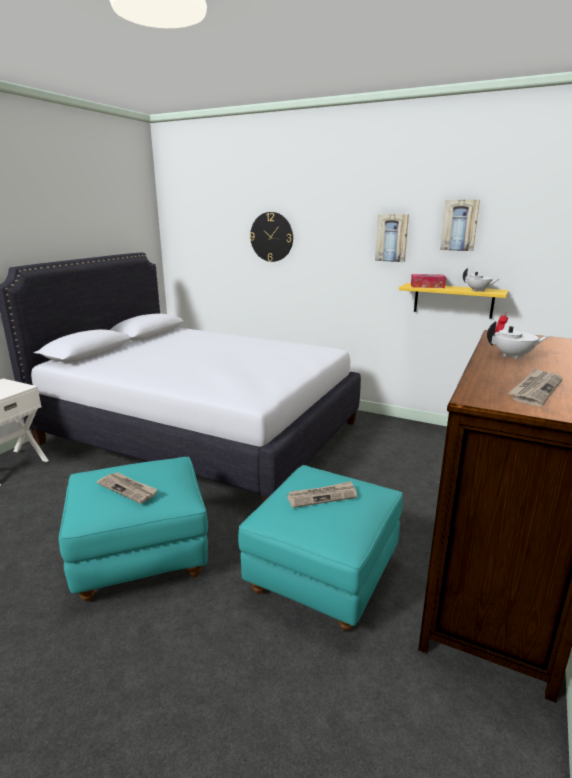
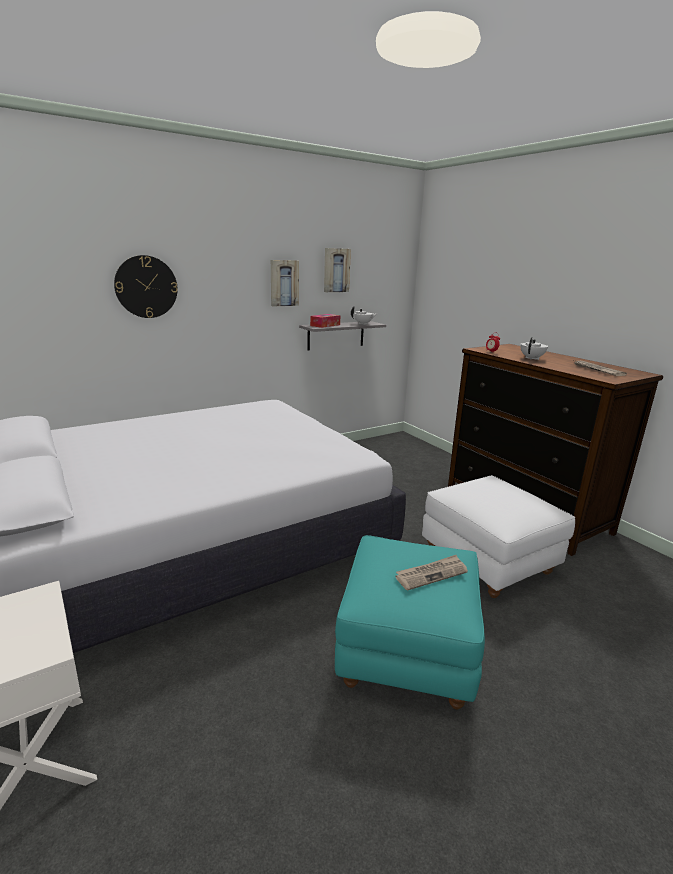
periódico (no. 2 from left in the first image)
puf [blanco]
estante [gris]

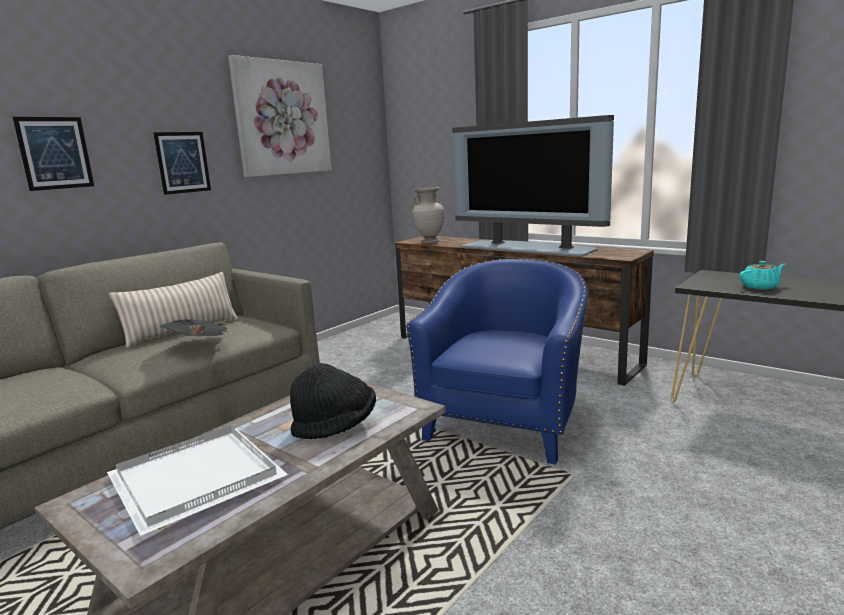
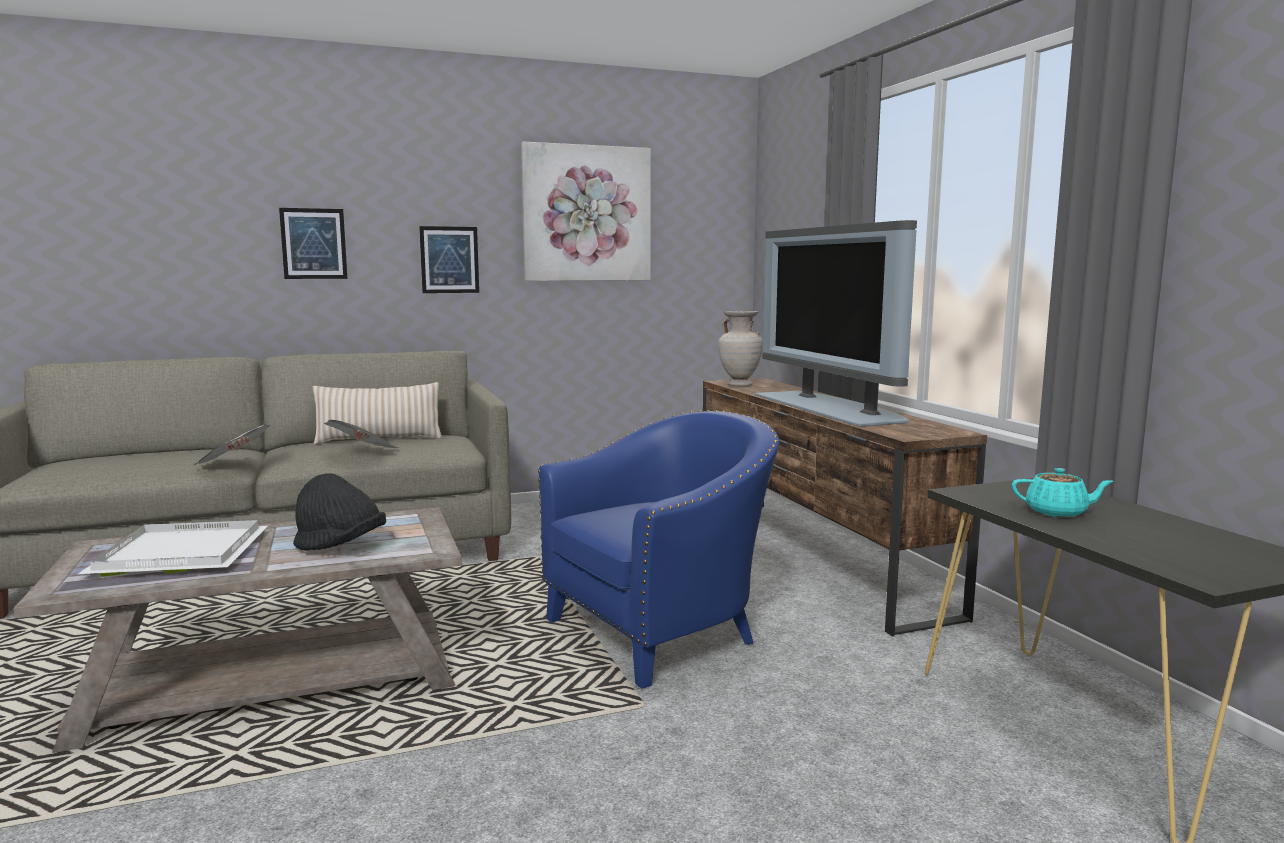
periódico (no. 1 from left)

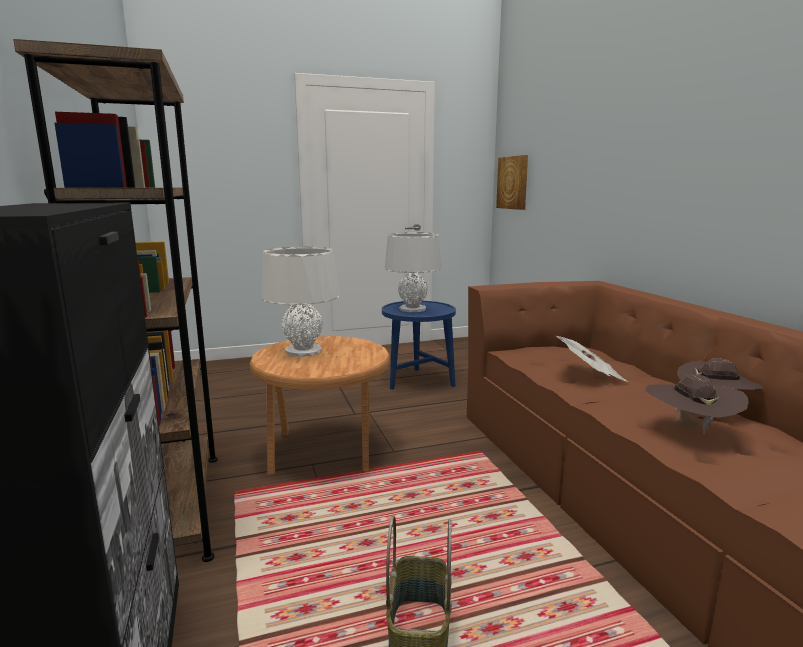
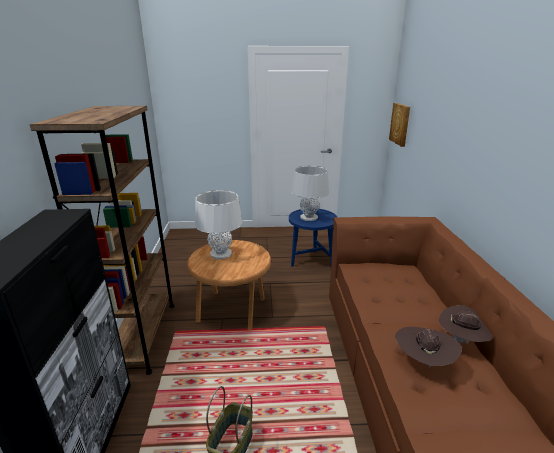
periódico

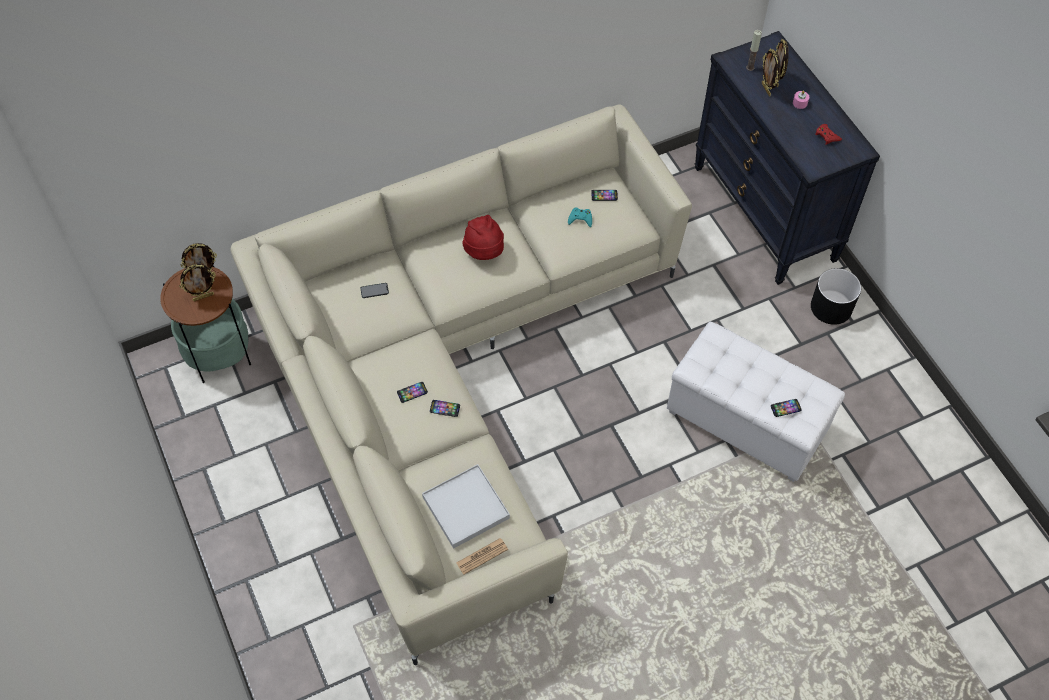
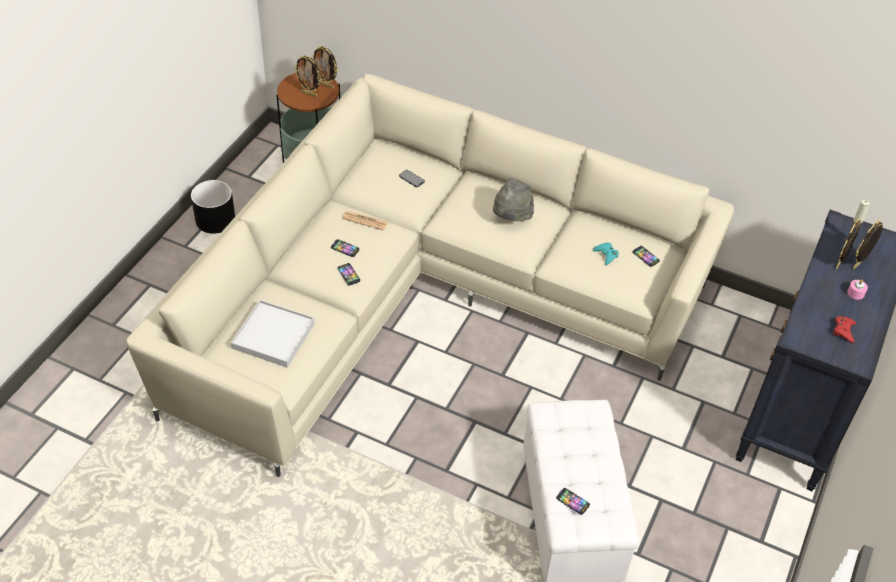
periódico
maceta [negro]
sombrero [gris]

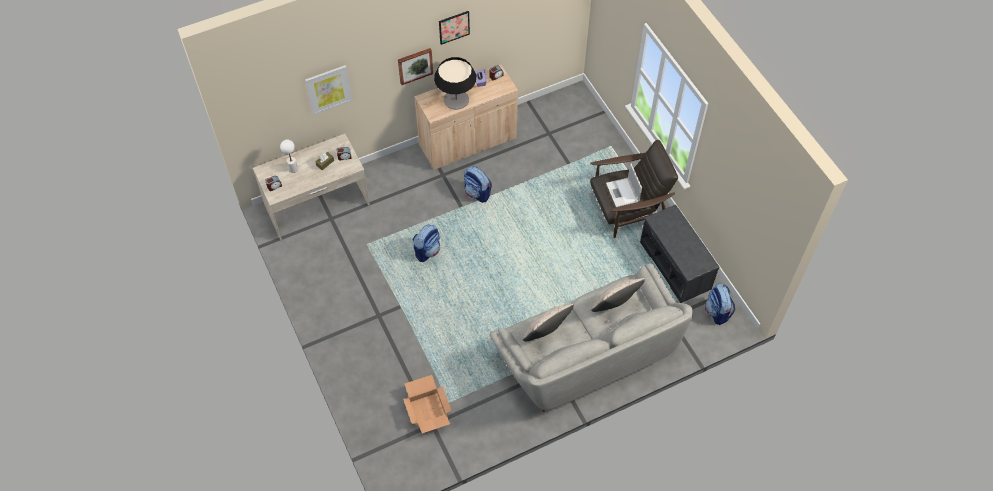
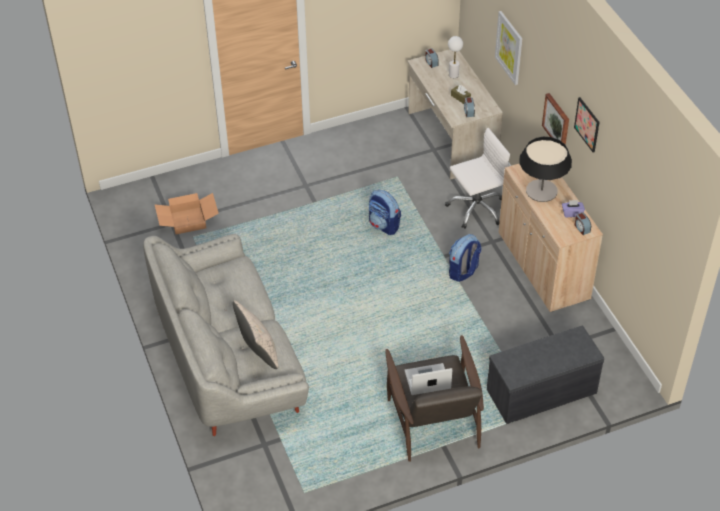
cojín [beis] (no. 1 from left in the first image)
mochila (no. 3 from left in the first image)
silla de oficina [blanco]
banco [gris]

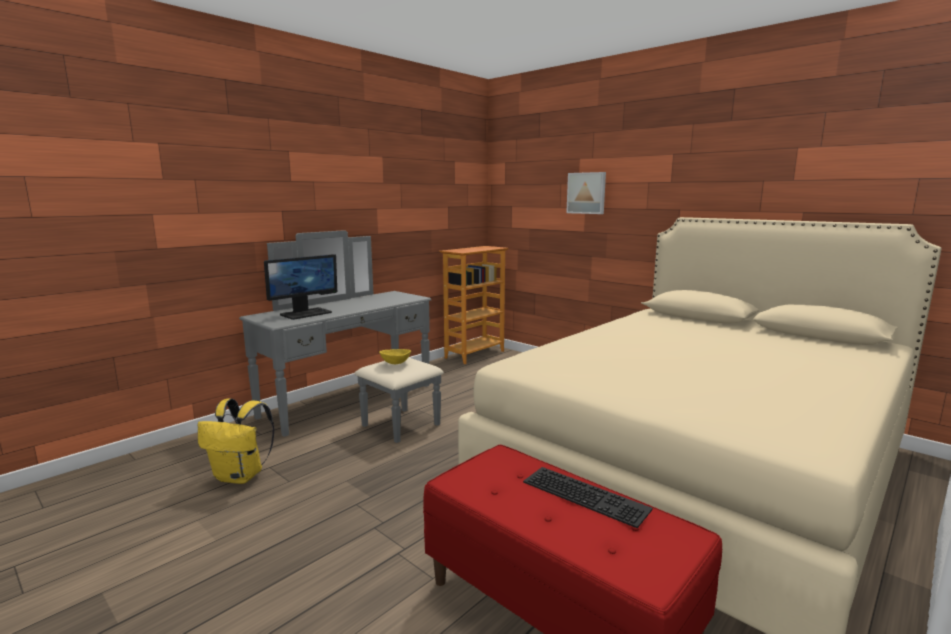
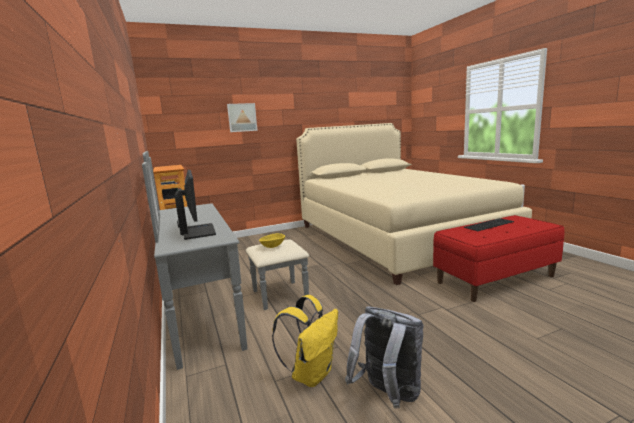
mochila [gris]

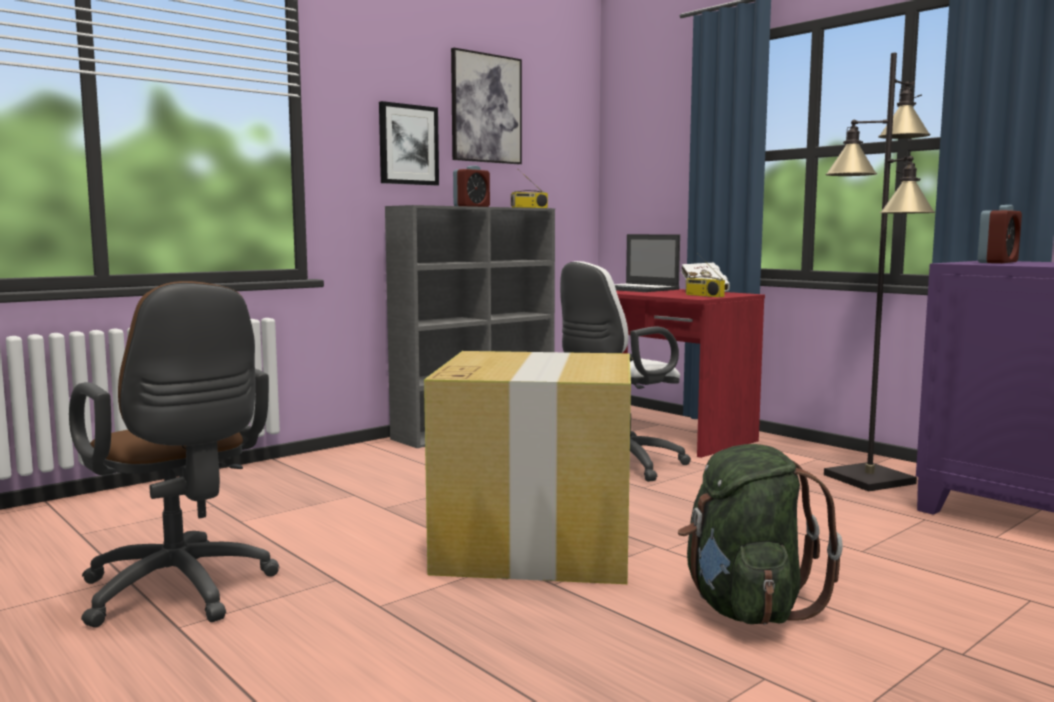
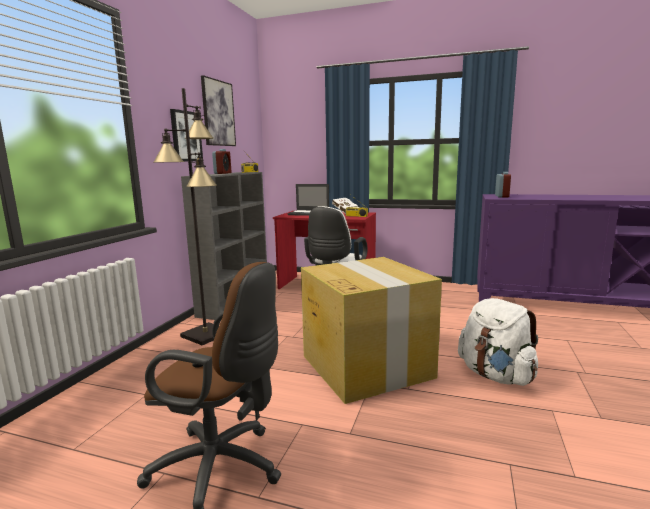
lámpara de pie [negro]
mochila [blanco]

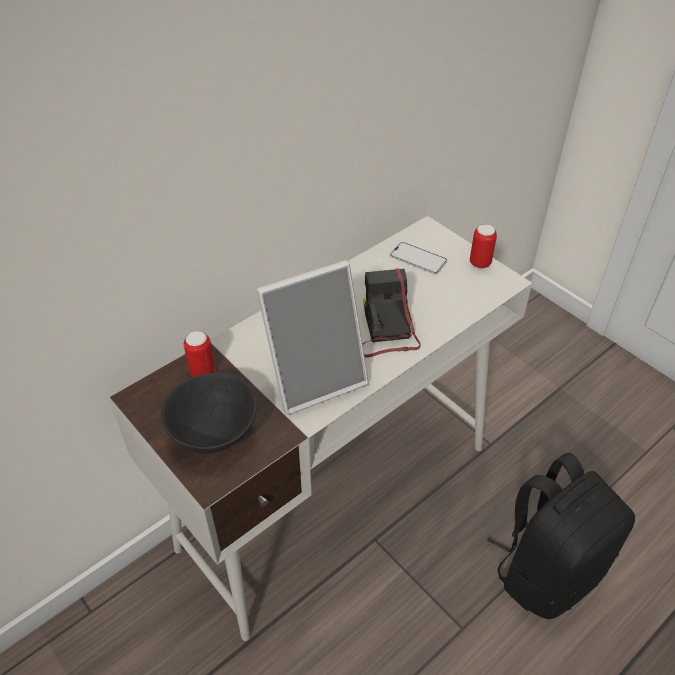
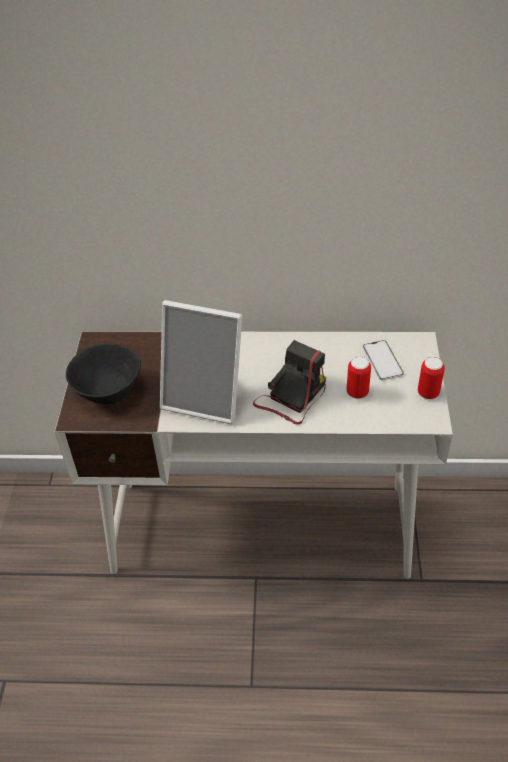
mochila [negro]
lata (no. 1 from left)

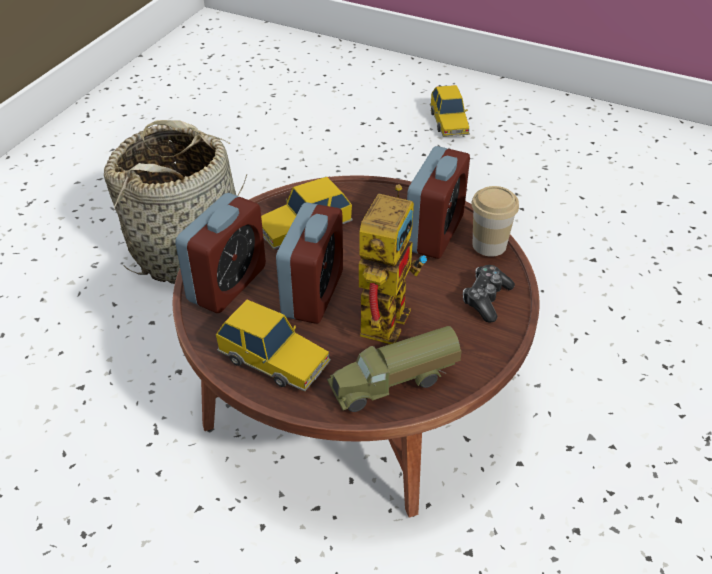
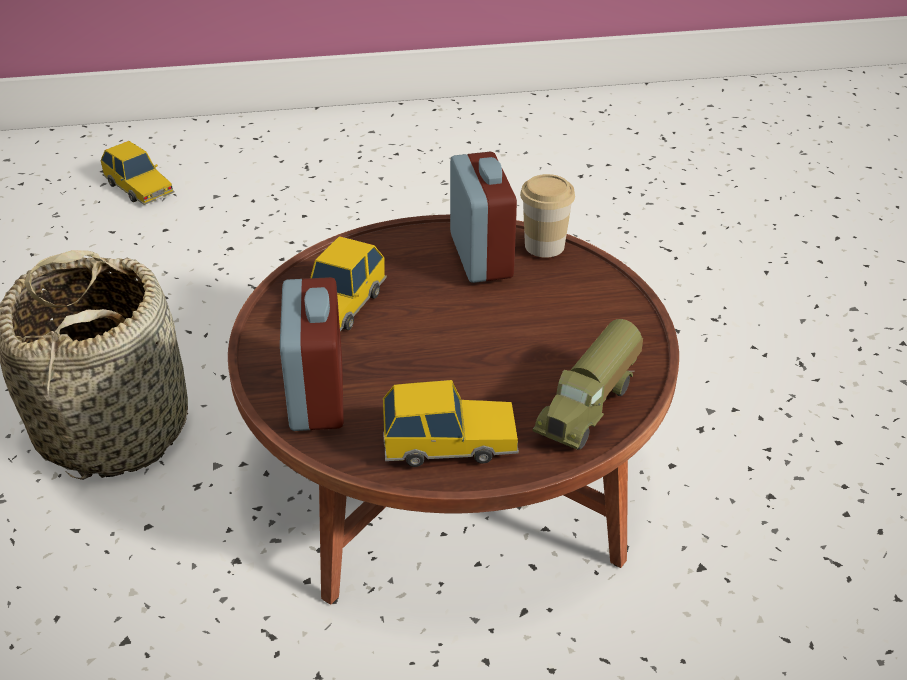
despertador (no. 2 from left in the first image)
robot de juguete
mando de consola
coche de juguete (no. 1 from left)

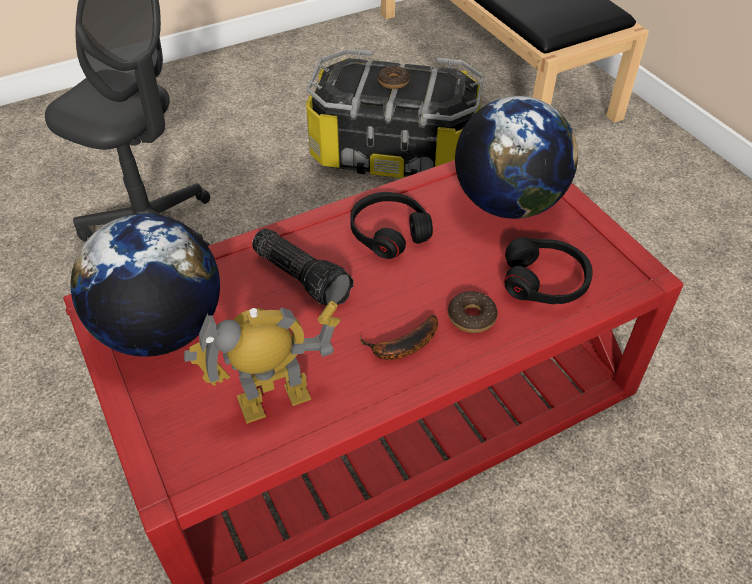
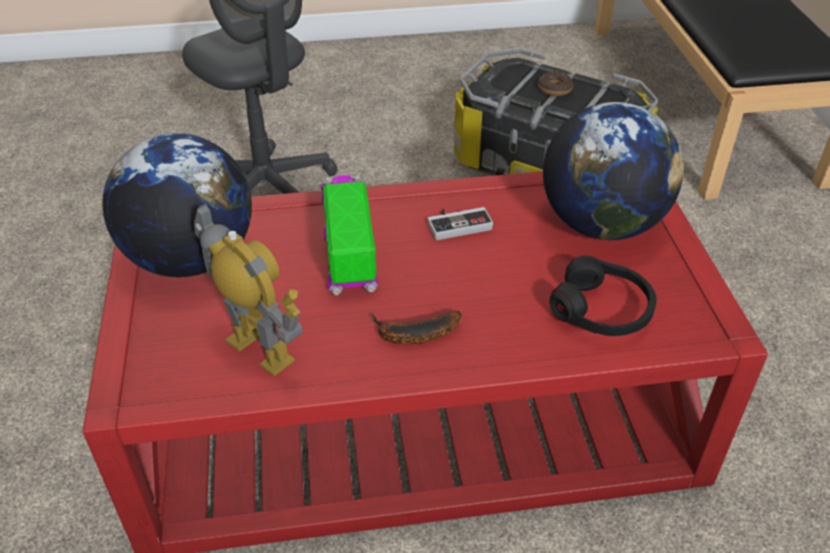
rosquilla (no. 2 from left in the first image)
camión de juguete
mando de consola
robot de juguete

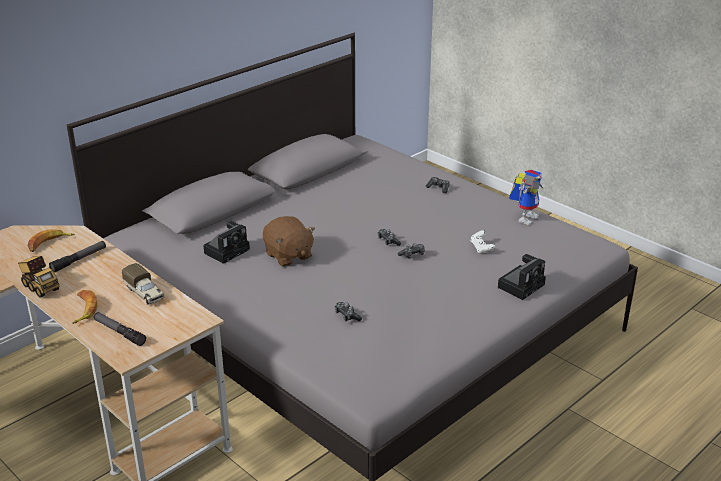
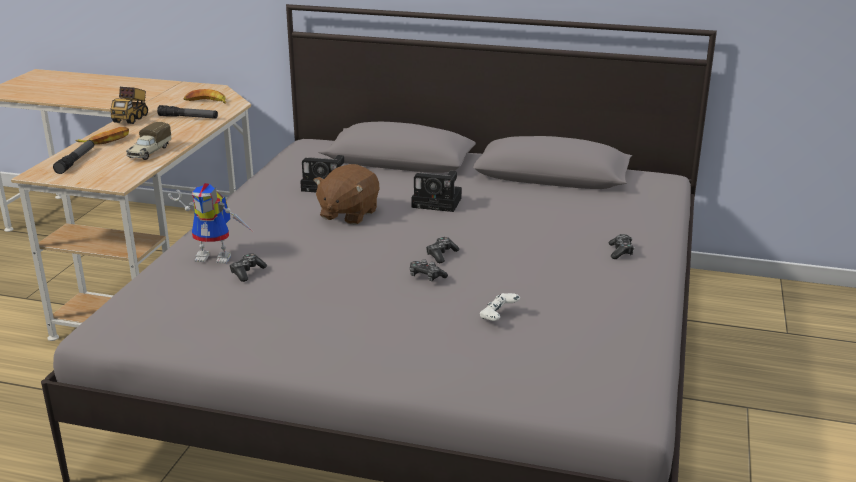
cámara (no. 2 from left)
robot de juguete

